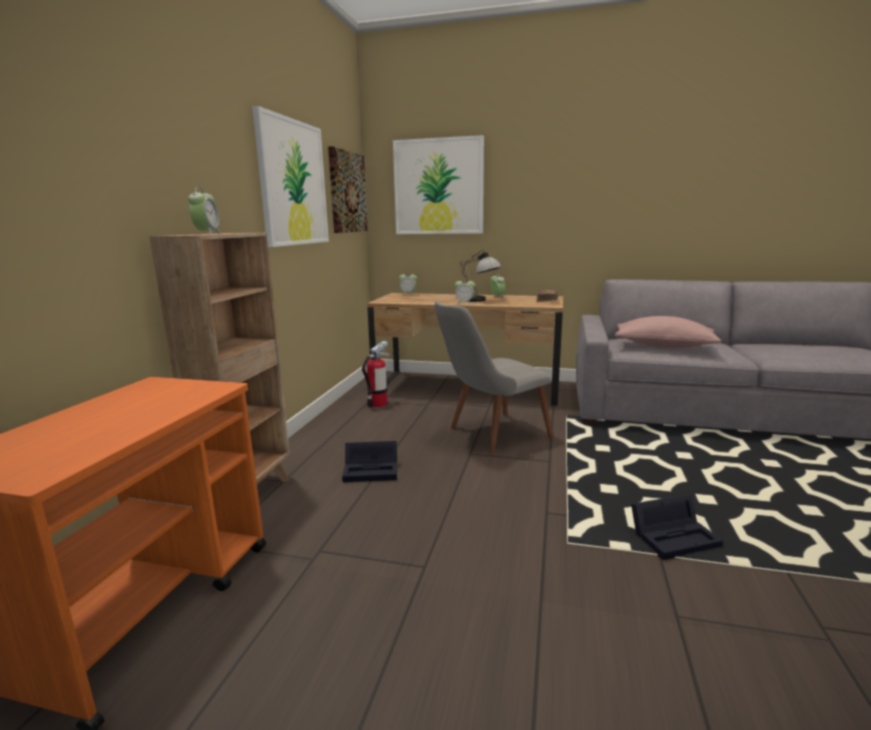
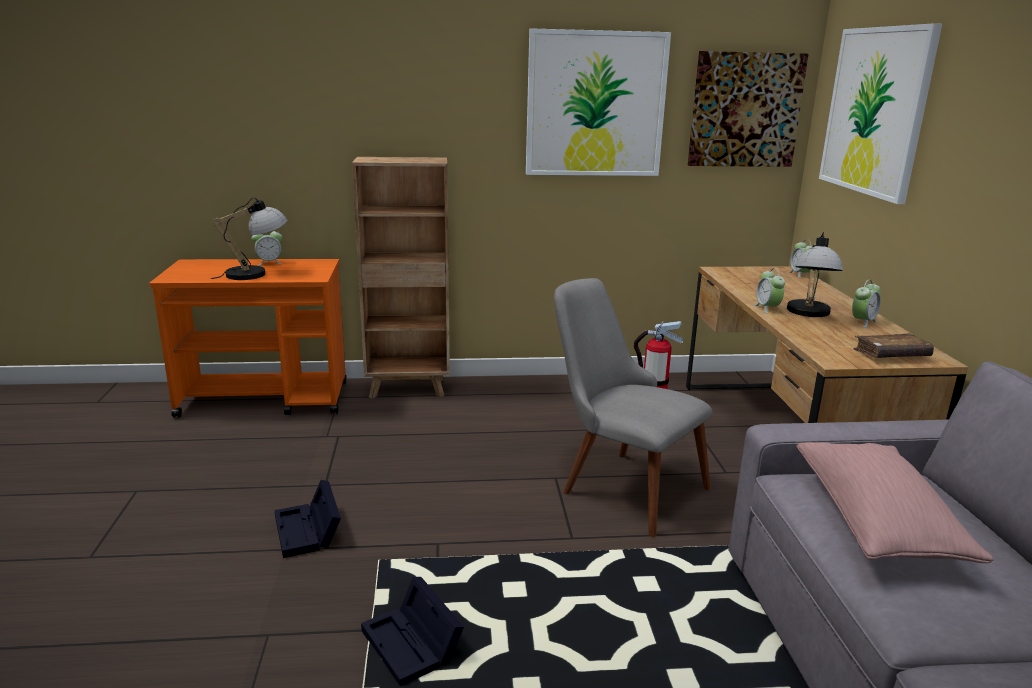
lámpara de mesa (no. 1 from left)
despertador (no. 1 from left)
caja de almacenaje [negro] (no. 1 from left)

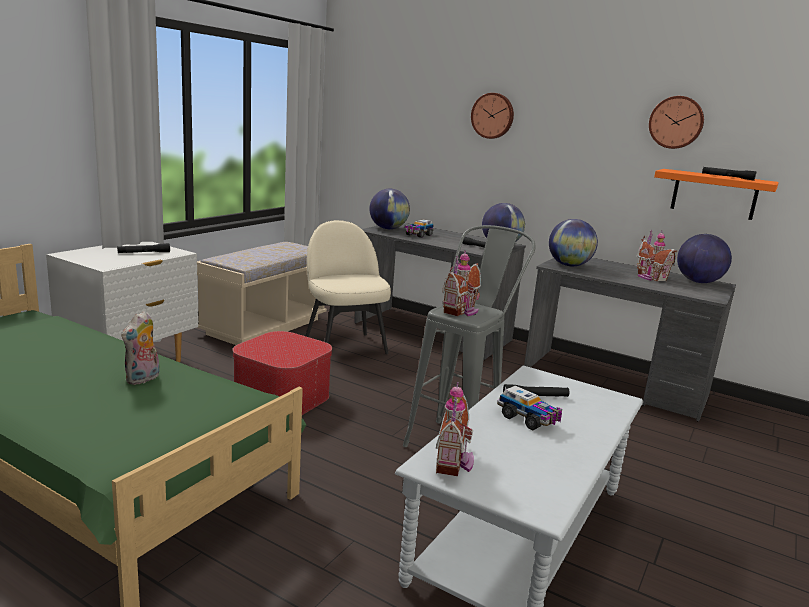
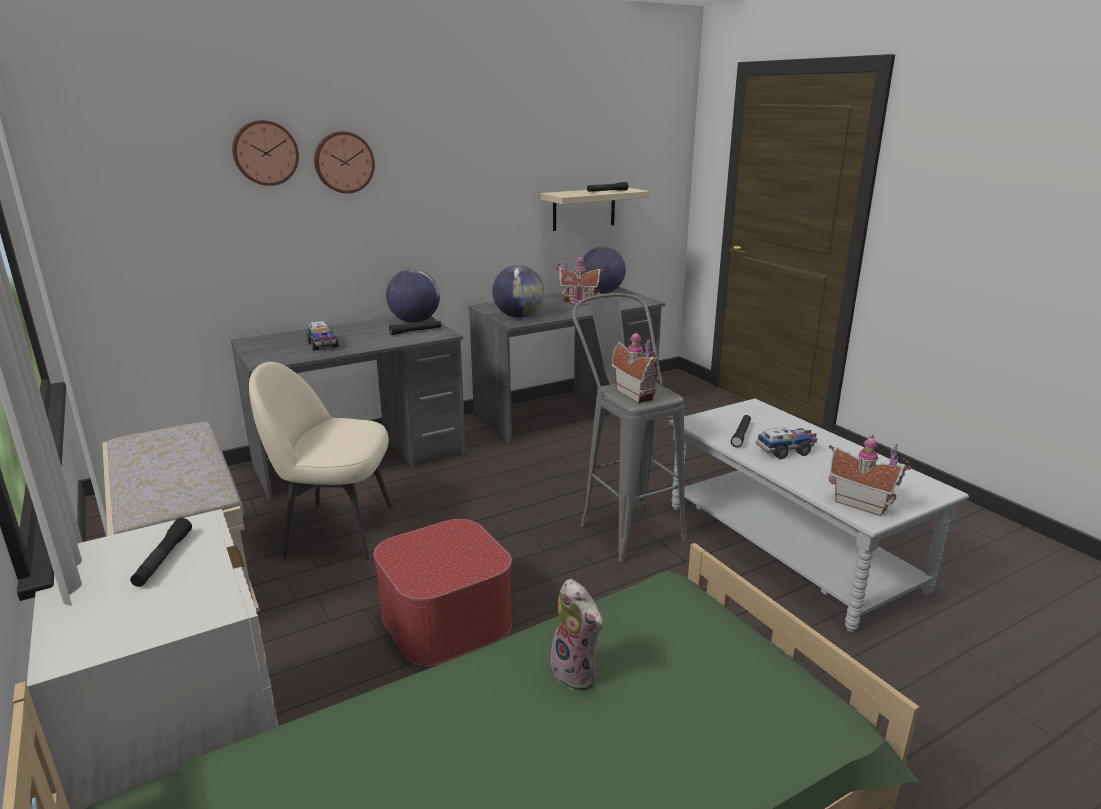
globo terráqueo (no. 1 from left in the first image)
reloj de pared (no. 1 from left)
estante [beis]

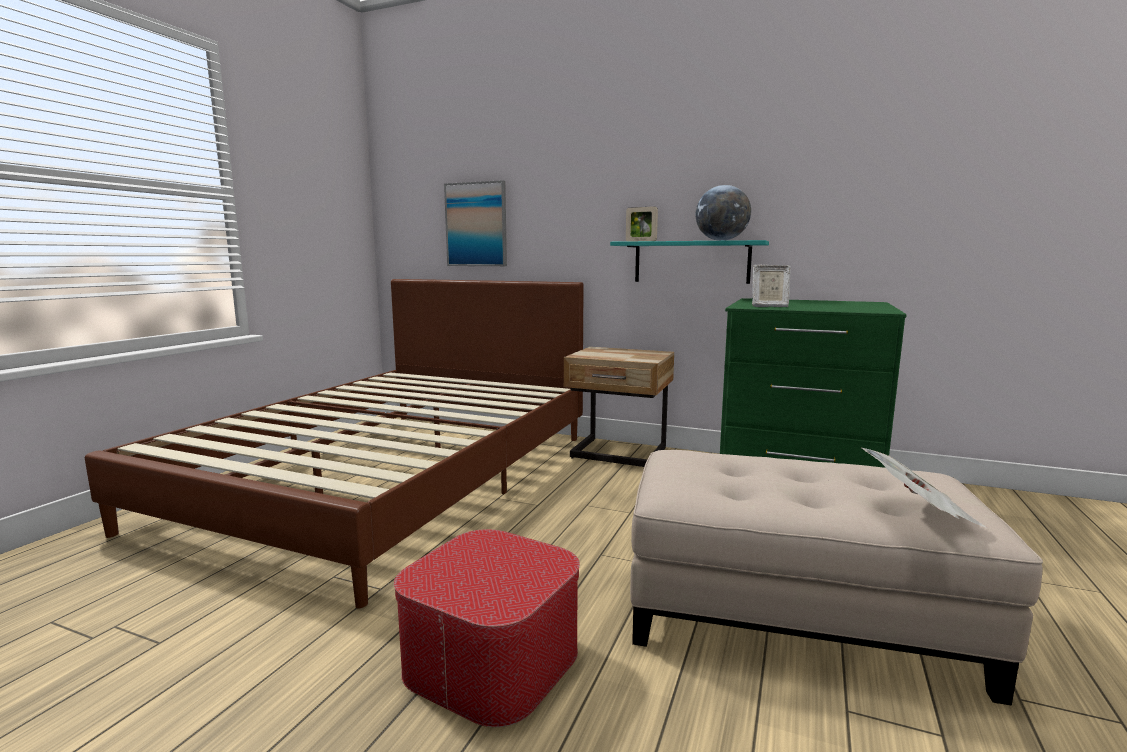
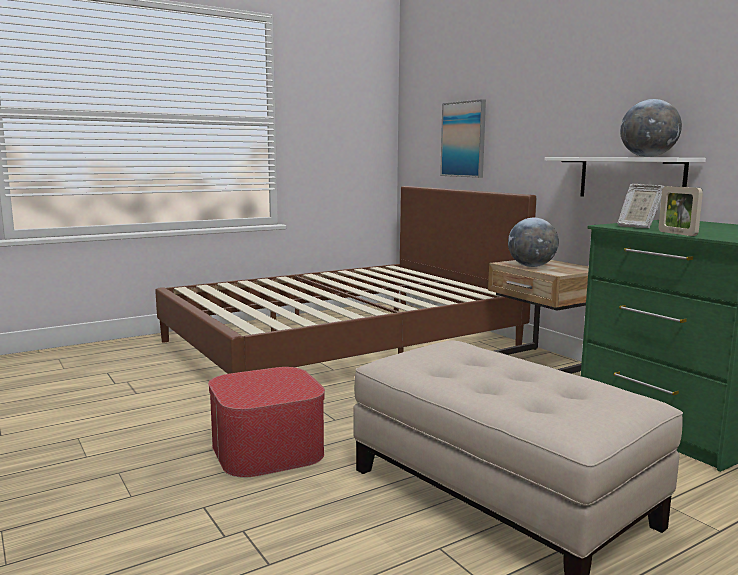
periódico
globo terráqueo (no. 1 from left)
portarretratos (no. 2 from left)
estante [blanco]

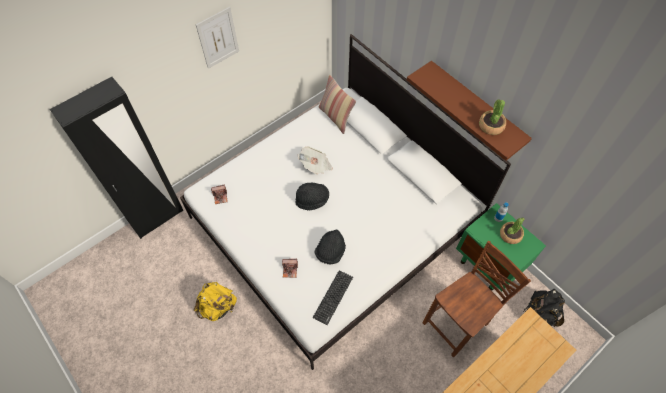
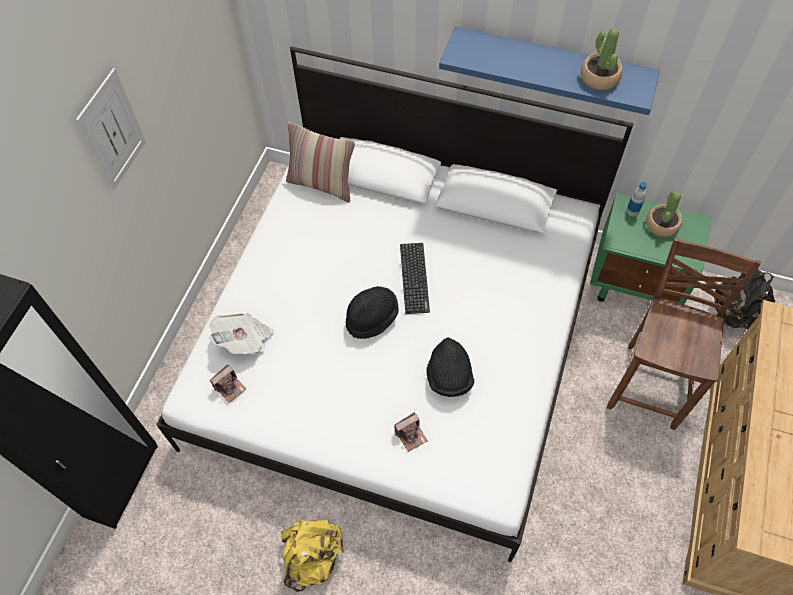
periódico
teclado
estante [azul]

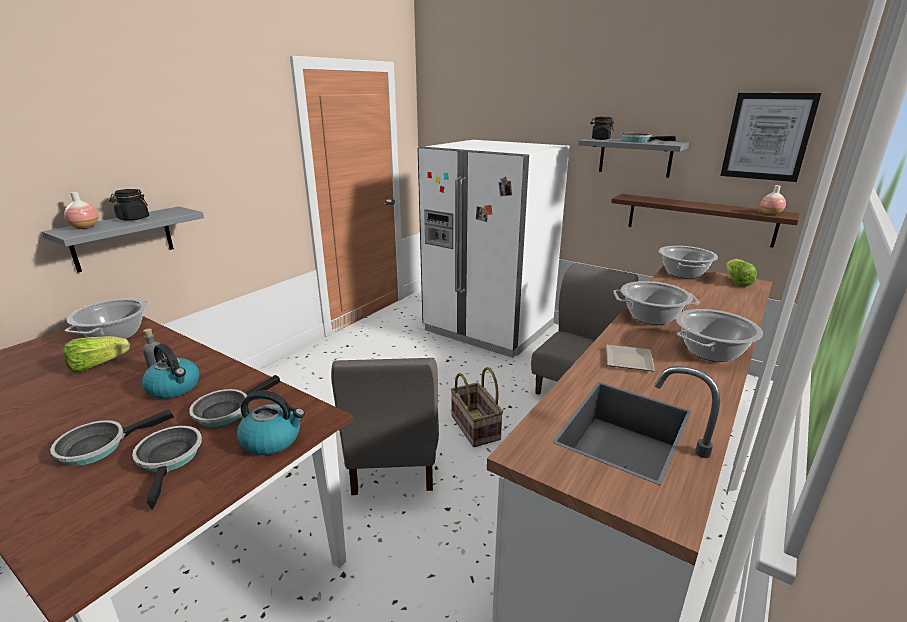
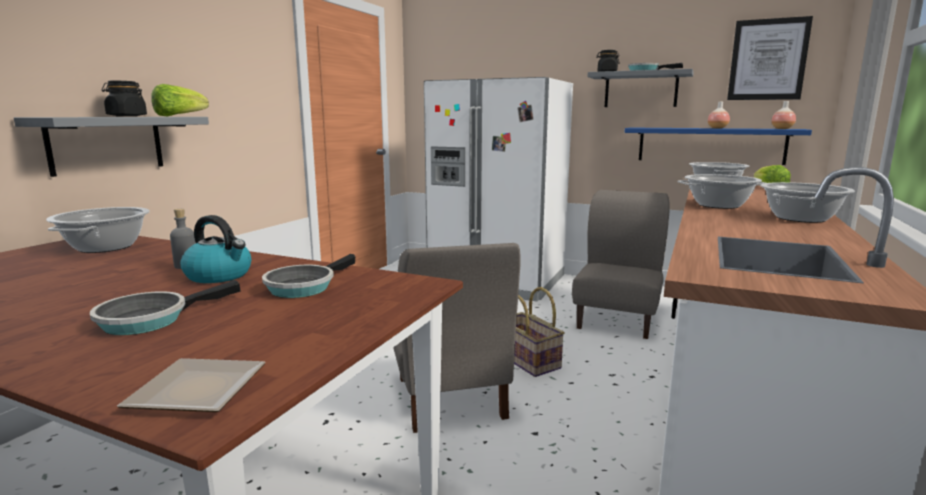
sartén (no. 2 from left in the first image)
hervidor (no. 2 from left in the first image)
lechuga (no. 1 from left)
florero (no. 1 from left)
plato
estante [azul]

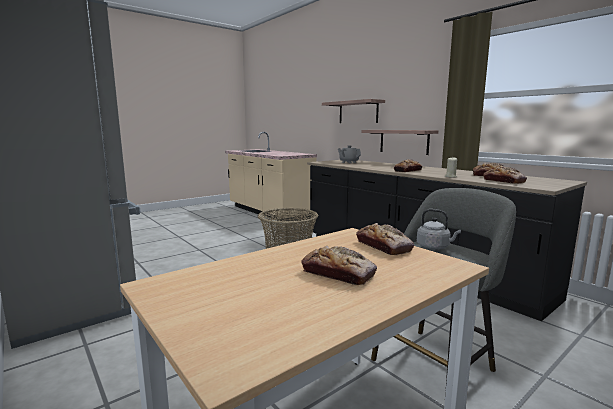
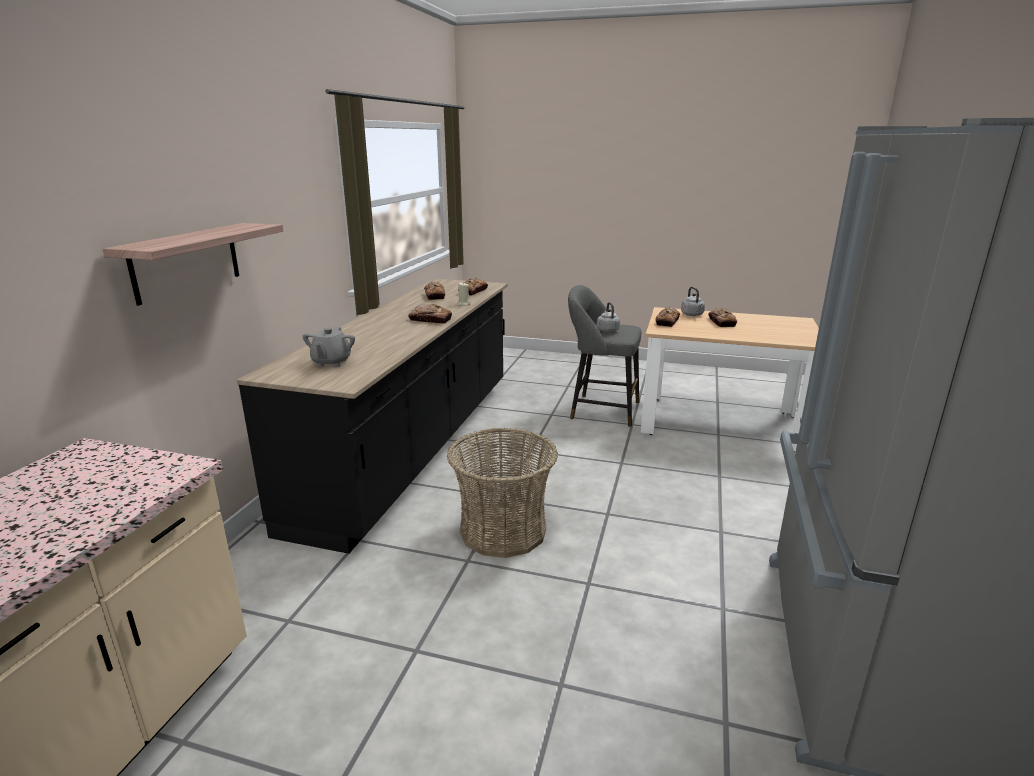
estante (no. 2 from left in the first image)
hervidor [gris] (no. 2 from left)

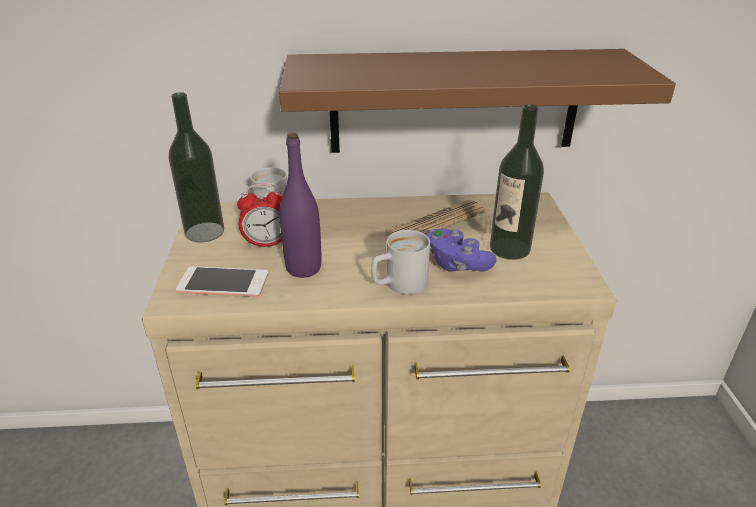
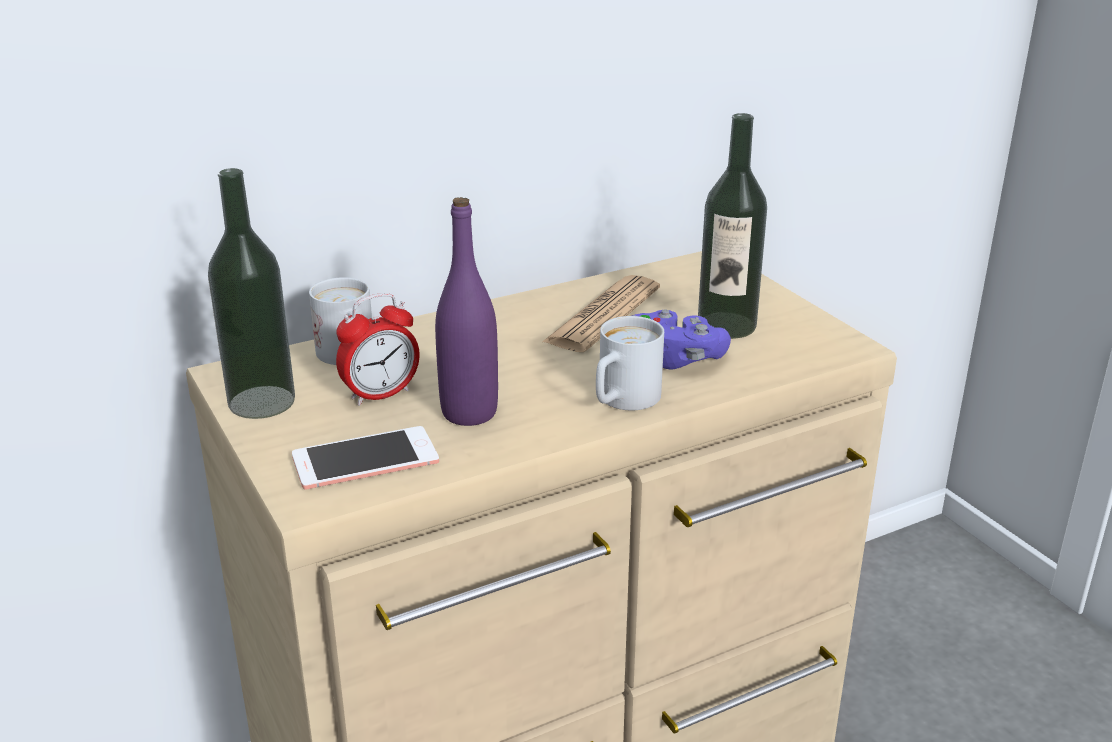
estante [marrón]

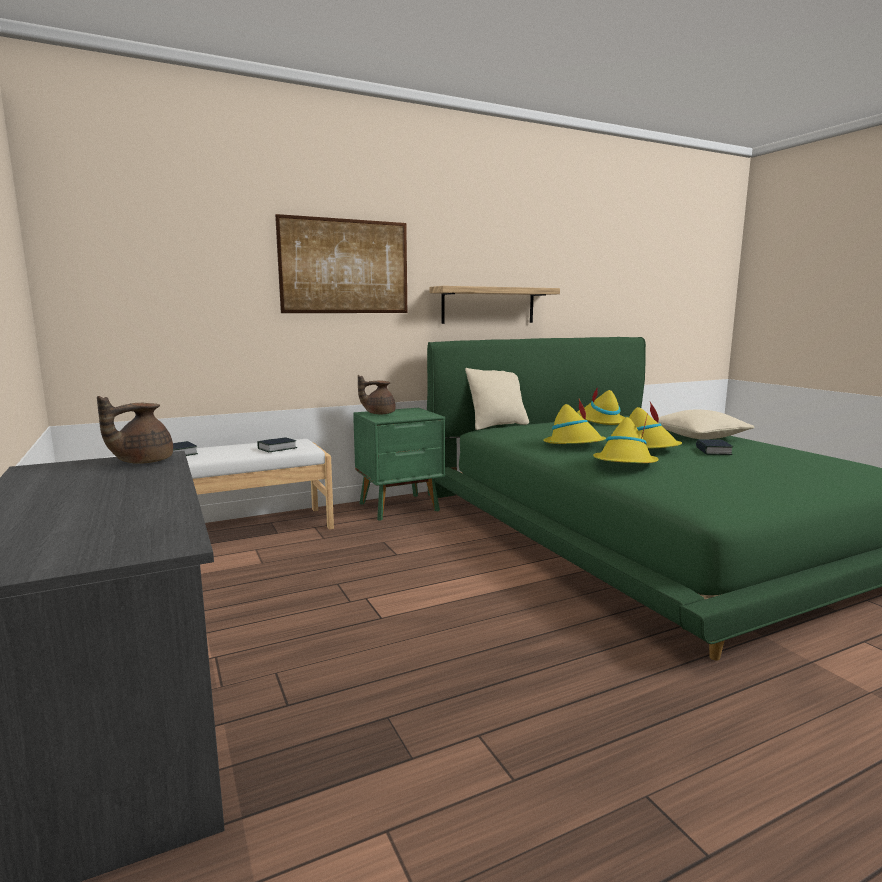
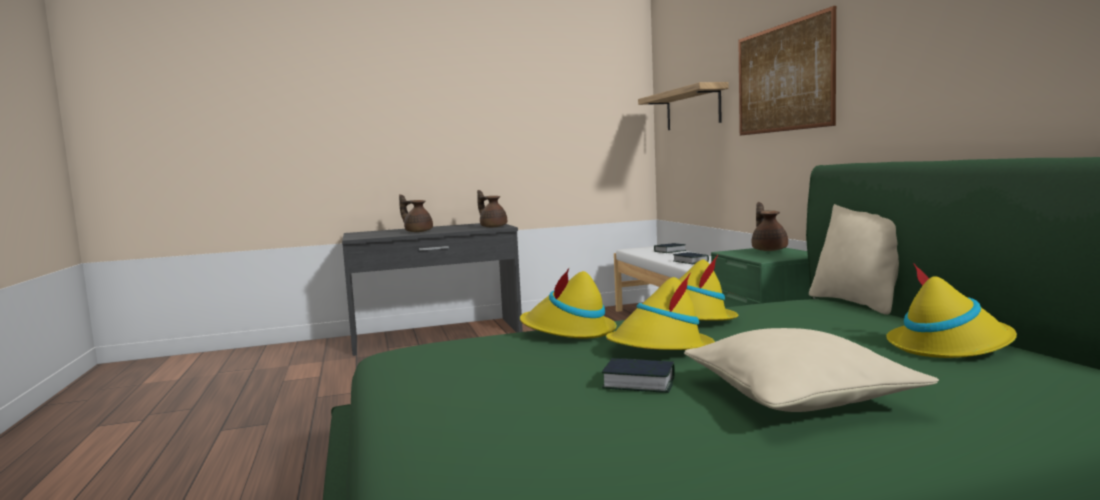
tetera [marrón] (no. 1 from left)
estante

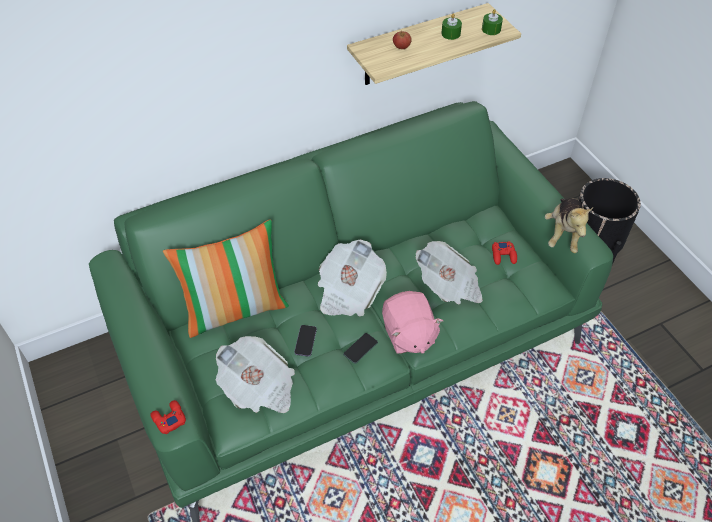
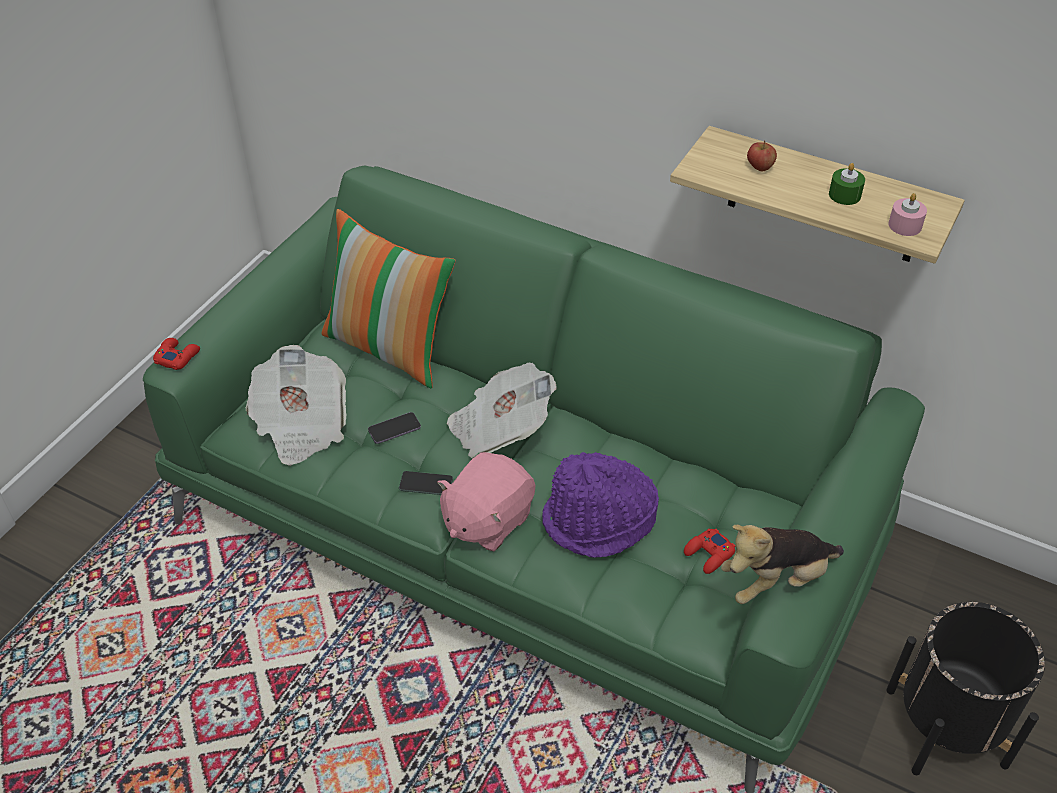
sombrero [morado]
vela [rosa]

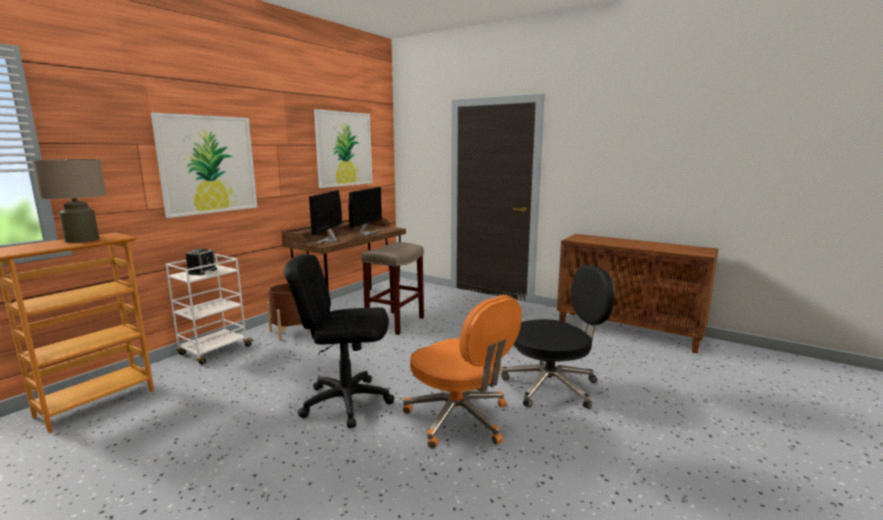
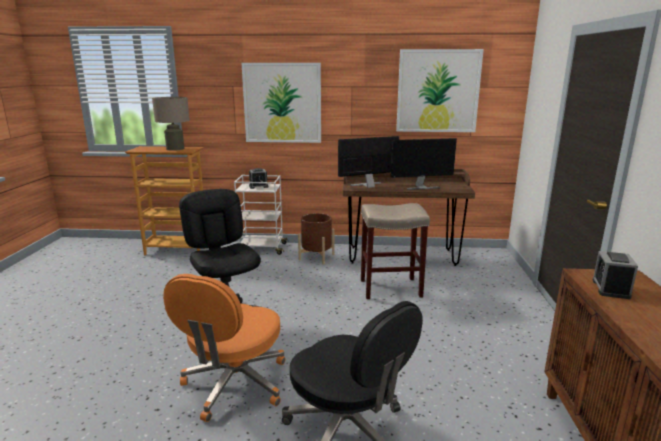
despertador (no. 2 from left)

